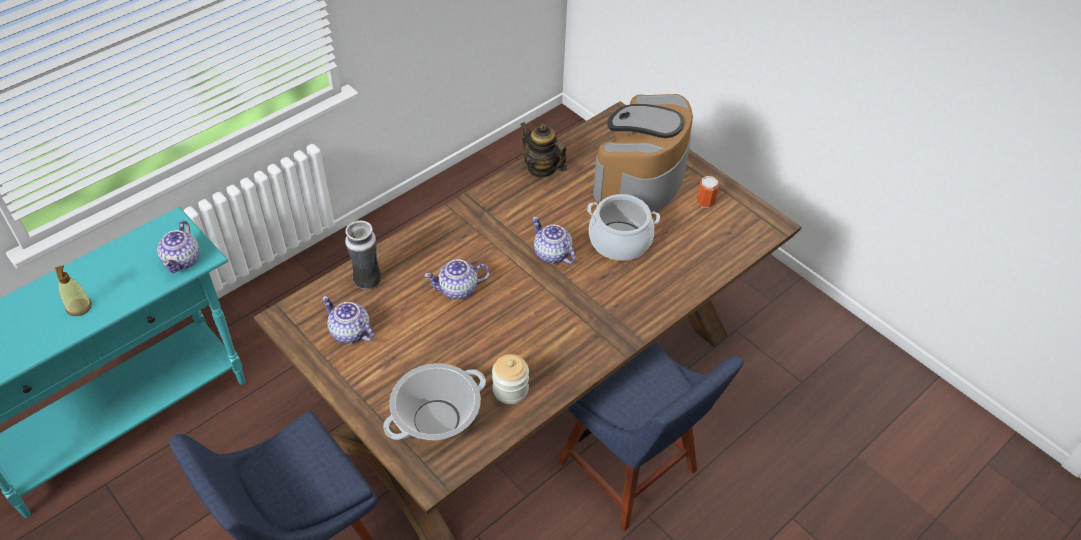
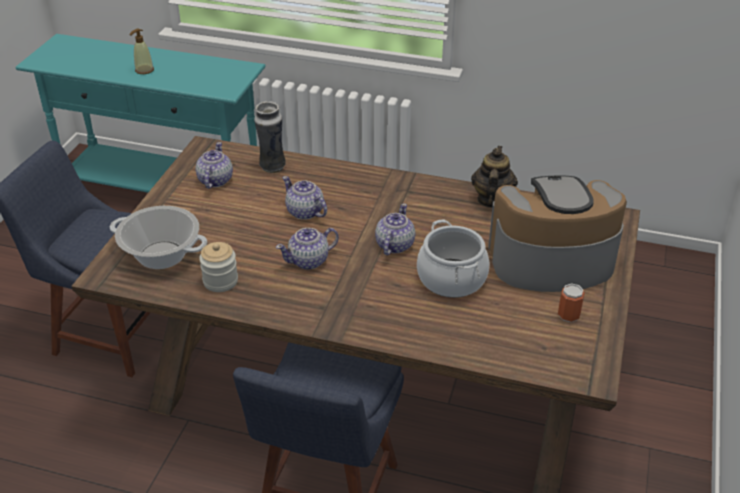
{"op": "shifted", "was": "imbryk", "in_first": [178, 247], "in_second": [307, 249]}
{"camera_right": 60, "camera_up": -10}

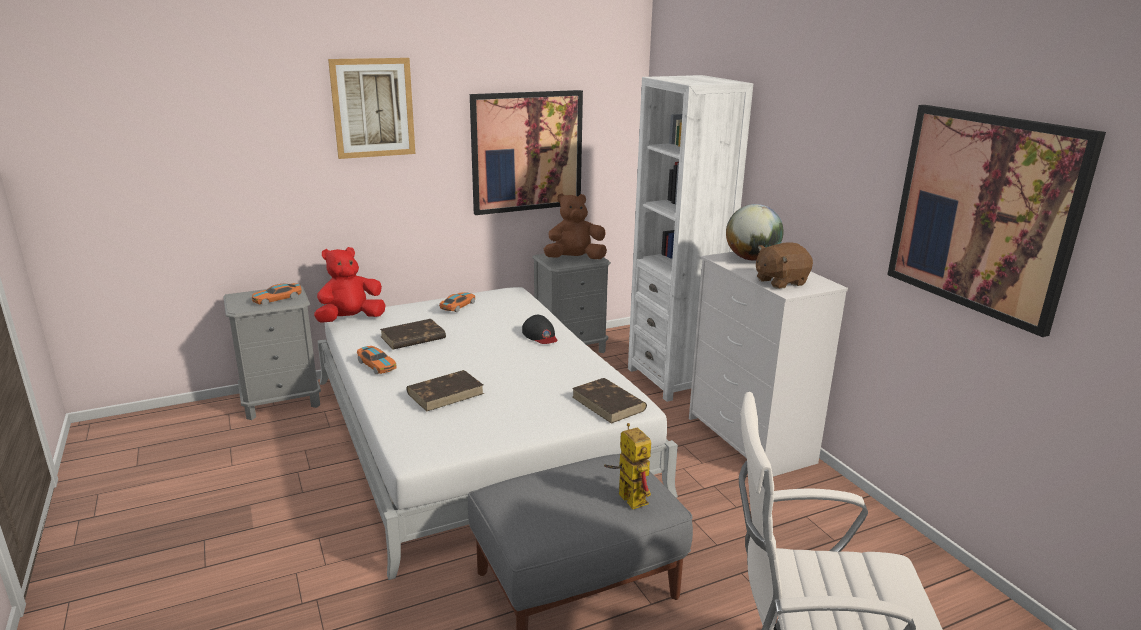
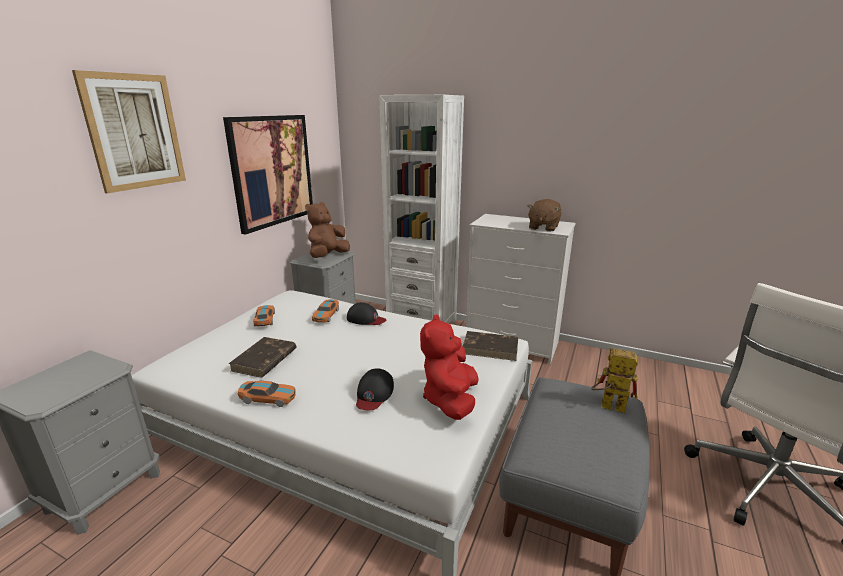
{"op": "gone", "was": "globus", "in_first": [755, 232]}
{"op": "gone", "was": "obraz", "in_first": [996, 221]}
{"op": "shifted", "was": "samochodzik", "in_first": [277, 294], "in_second": [325, 310]}
{"op": "shifted", "was": "pluszak/czerwony", "in_first": [350, 285], "in_second": [449, 367]}
{"op": "swapped", "was": "książka/brązowy", "now": "czapka z daszkiem/czarny", "in_first": [445, 390], "in_second": [375, 389]}
{"camera_right": -40, "camera_up": 0}

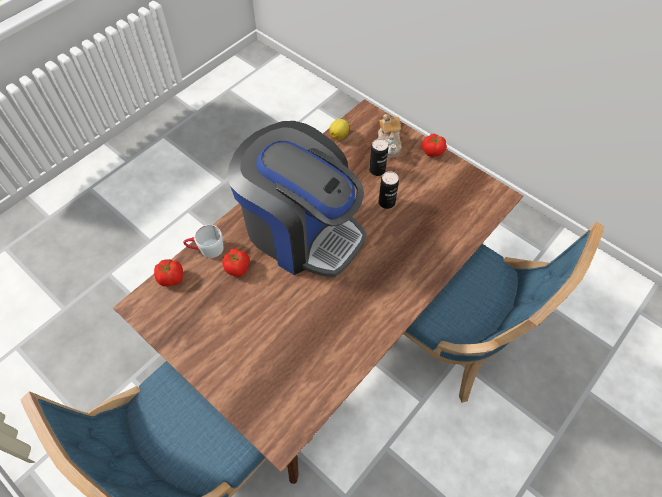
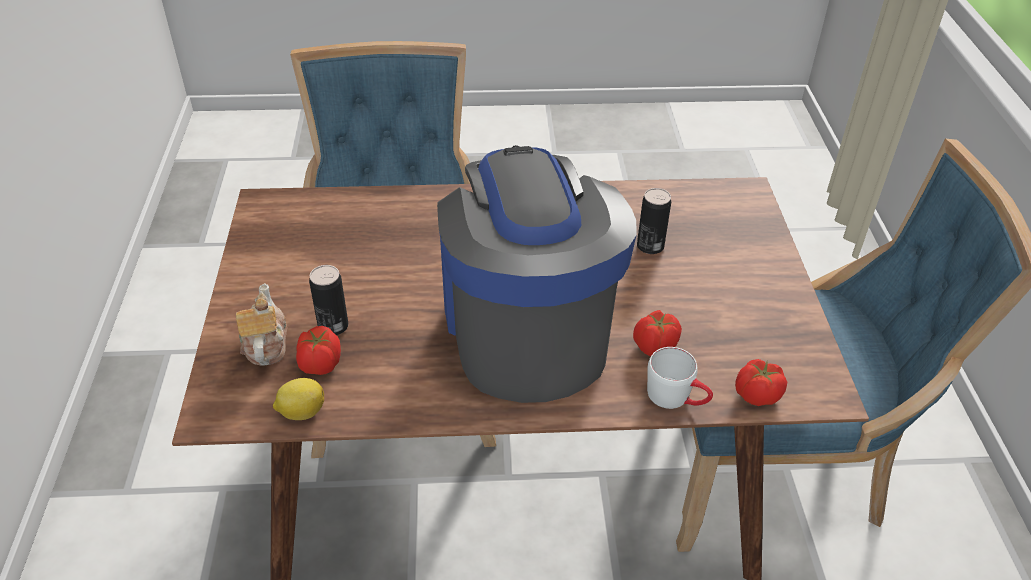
{"op": "shifted", "was": "puszka", "in_first": [388, 190], "in_second": [654, 221]}
{"op": "shifted", "was": "pomidor", "in_first": [434, 145], "in_second": [318, 350]}
{"op": "rotated", "was": "imbryk", "in_first": [390, 136], "in_second": [261, 324], "clockwise": -45}
{"camera_right": -135, "camera_up": -15}

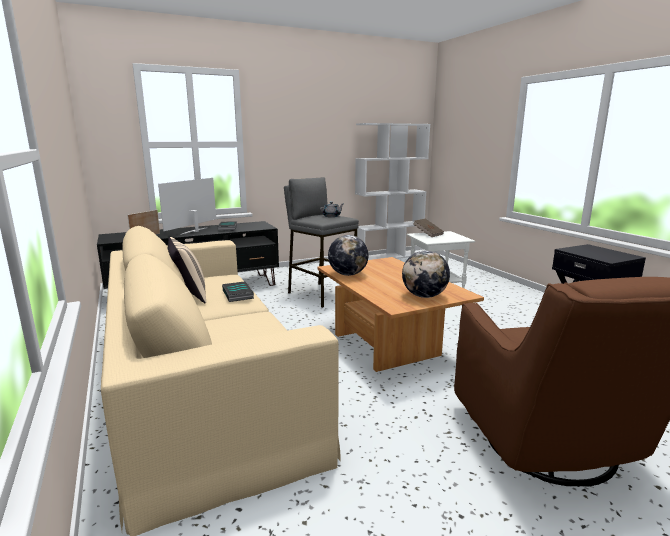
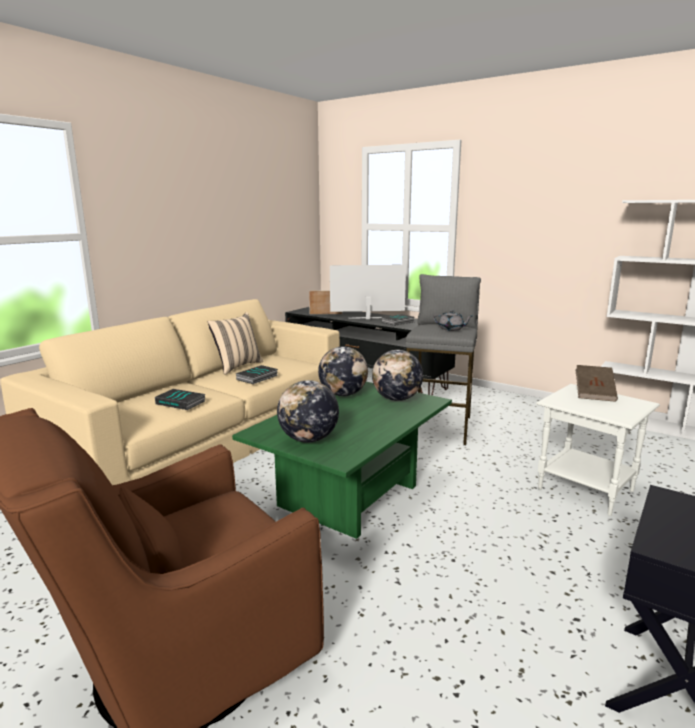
{"op": "new", "now": "książka", "in_second": [180, 399]}
{"op": "new", "now": "globus", "in_second": [397, 375]}
{"op": "repainted", "was": "ława/brązowy", "now": "ława/zielony", "in_first": [400, 314], "in_second": [342, 460]}
{"camera_right": 60, "camera_up": 0}

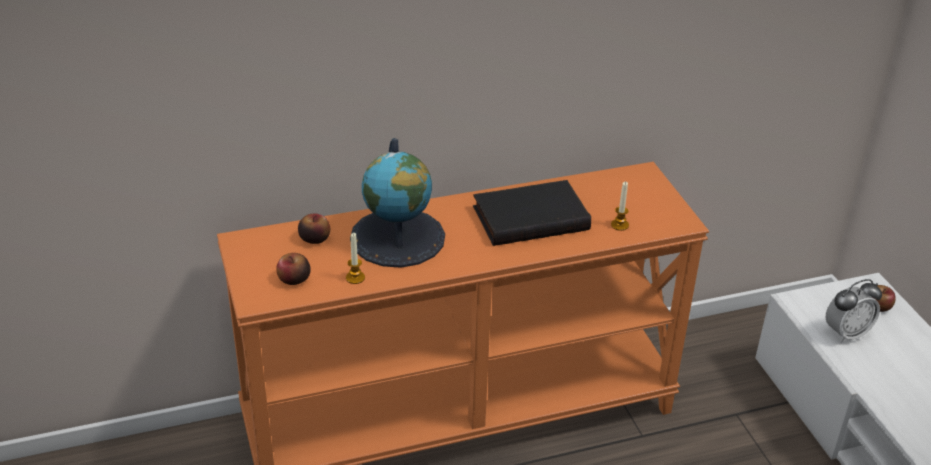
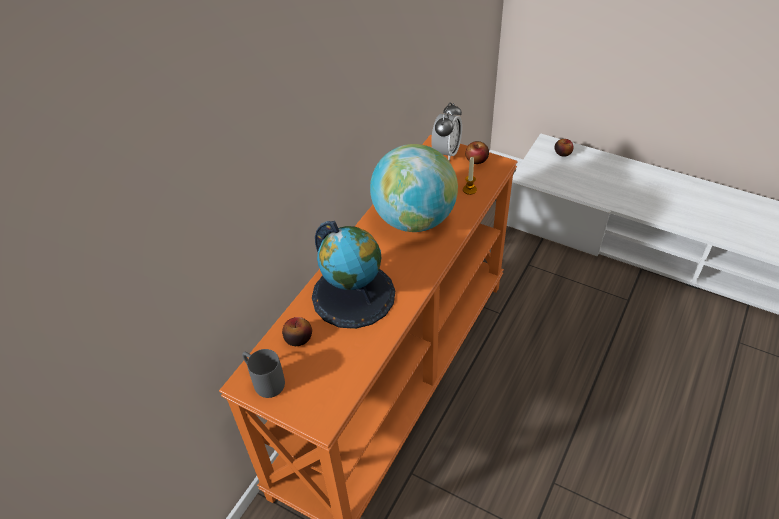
{"op": "gone", "was": "świeca", "in_first": [355, 258]}
{"op": "new", "now": "kubek/szary", "in_second": [263, 373]}
{"op": "shifted", "was": "jabłko", "in_first": [293, 269], "in_second": [477, 152]}
{"op": "shifted", "was": "budzik", "in_first": [854, 311], "in_second": [446, 131]}
{"op": "swapped", "was": "książka/czarny", "now": "globus", "in_first": [532, 213], "in_second": [414, 188]}
{"camera_right": -40, "camera_up": 10}

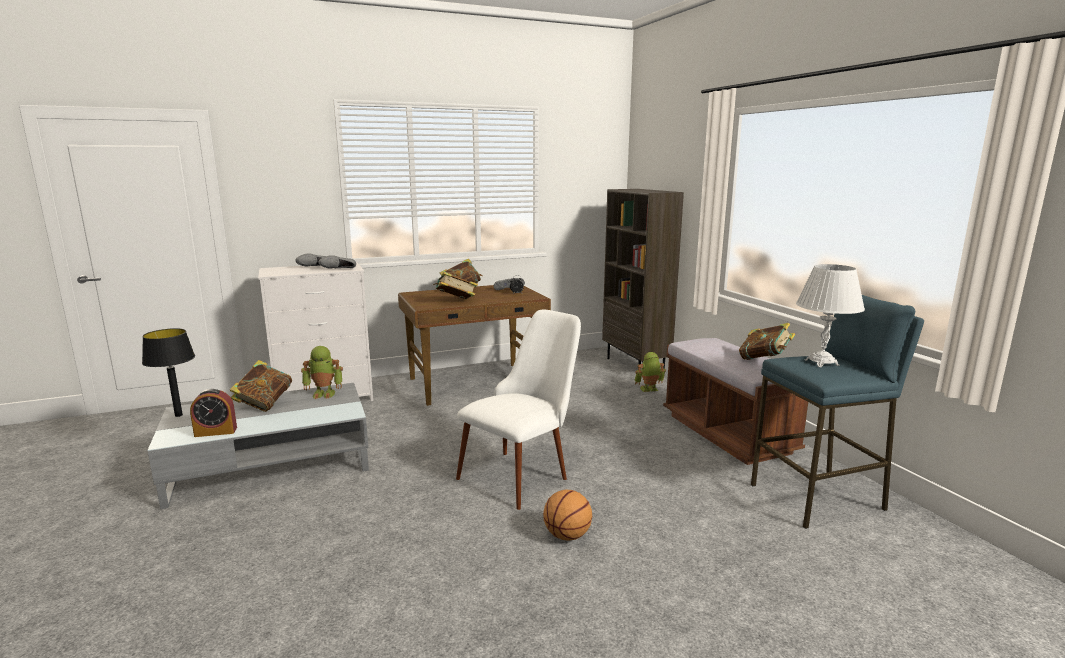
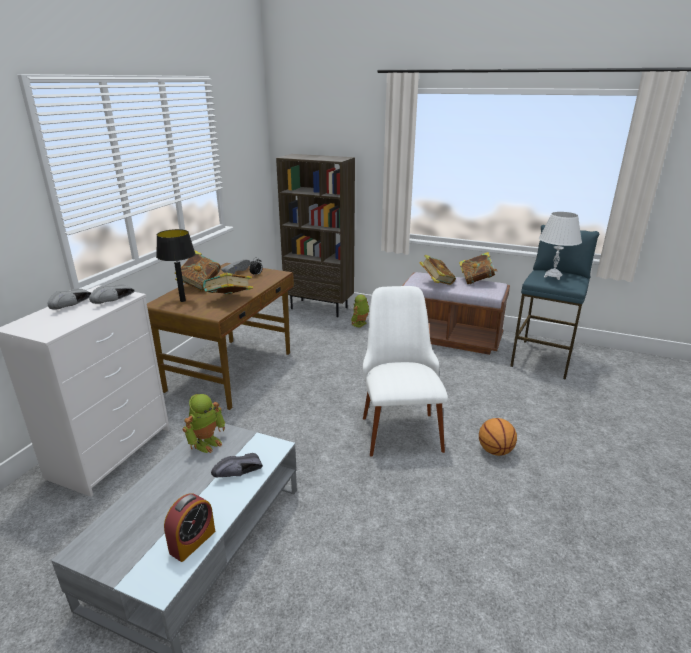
{"op": "new", "now": "but/czarny", "in_second": [237, 465]}
{"op": "shifted", "was": "lampa stołowa/czarny", "in_first": [168, 372], "in_second": [176, 265]}
{"op": "shifted", "was": "książka", "in_first": [261, 386], "in_second": [437, 270]}
{"camera_right": -45, "camera_up": 10}

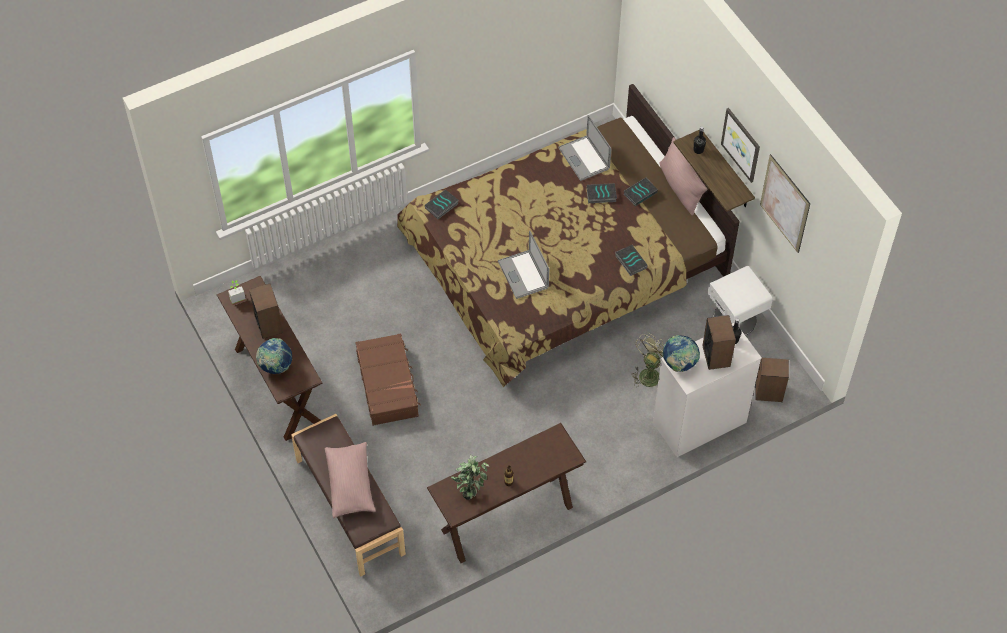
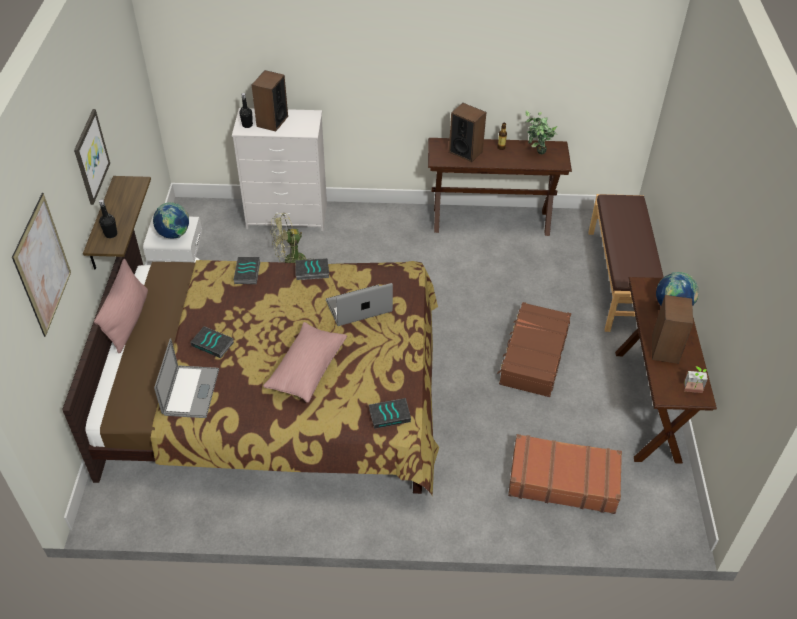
{"op": "new", "now": "walizka/brązowy", "in_second": [565, 474]}
{"op": "shifted", "was": "poduszka/różowy", "in_first": [350, 480], "in_second": [305, 362]}
{"op": "shifted", "was": "książka", "in_first": [641, 191], "in_second": [312, 269]}
{"op": "shifted", "was": "globus", "in_first": [681, 353], "in_second": [171, 220]}
{"op": "shifted", "was": "głośnik", "in_first": [772, 380], "in_second": [467, 132]}
{"op": "shifted", "was": "obraz", "in_first": [785, 203], "in_second": [41, 265]}
{"op": "rotated", "was": "laptop", "in_first": [523, 265], "in_second": [359, 304], "clockwise": -120}
{"camera_right": -150, "camera_up": -10}

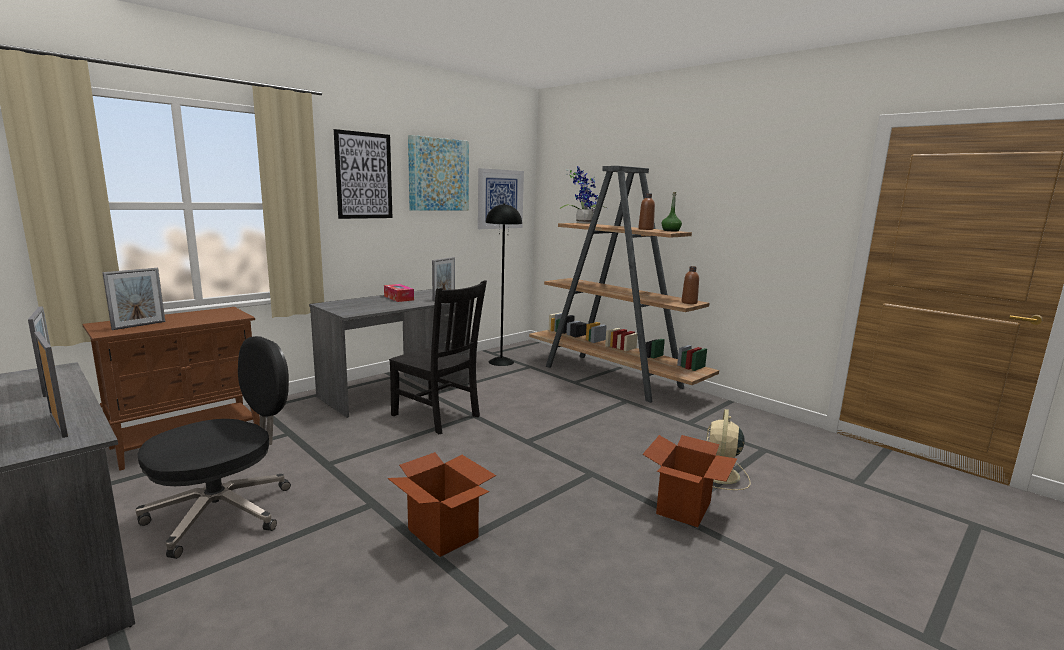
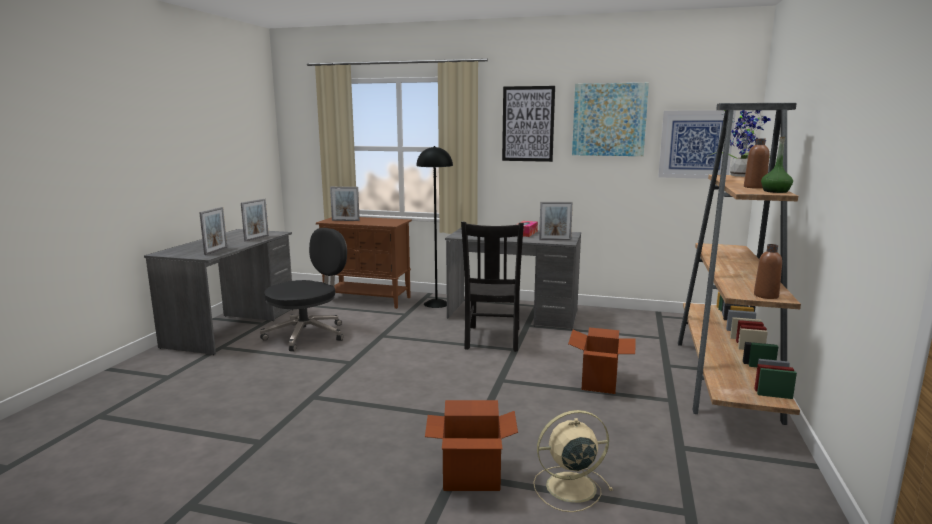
{"op": "shifted", "was": "karton", "in_first": [441, 504], "in_second": [602, 360]}
{"op": "shifted", "was": "lampa stojąca/czarny", "in_first": [504, 284], "in_second": [434, 227]}
{"op": "rotated", "was": "krzesło biurowe/czarny", "in_first": [213, 447], "in_second": [303, 289], "clockwise": -60}
{"camera_right": 60, "camera_up": 0}

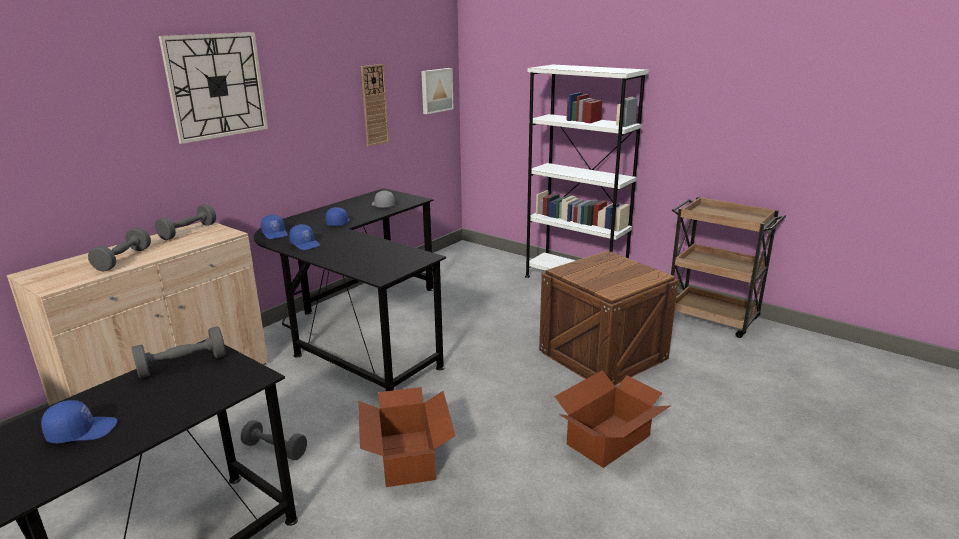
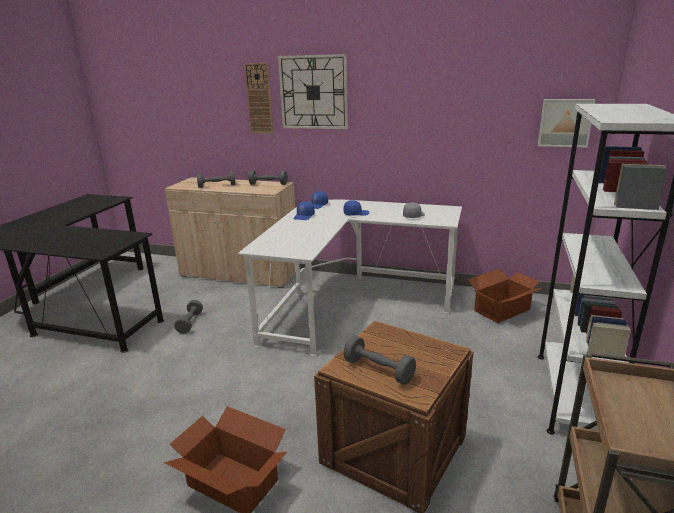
{"op": "gone", "was": "czapka z daszkiem/niebieski", "in_first": [79, 421]}
{"op": "shifted", "was": "hantel/szary", "in_first": [179, 352], "in_second": [380, 360]}
{"op": "shifted", "was": "karton", "in_first": [406, 437], "in_second": [506, 295]}
{"op": "shifted", "was": "zegar ścienny", "in_first": [375, 105], "in_second": [259, 98]}
{"op": "repainted", "was": "biurko/czarny", "now": "biurko/biały", "in_first": [350, 289], "in_second": [350, 277]}
{"camera_right": 70, "camera_up": 0}

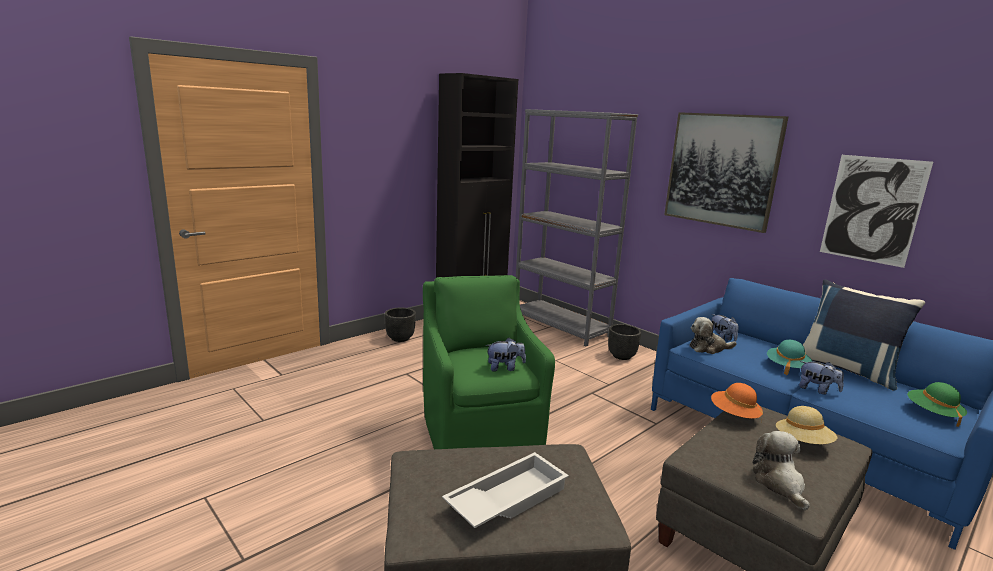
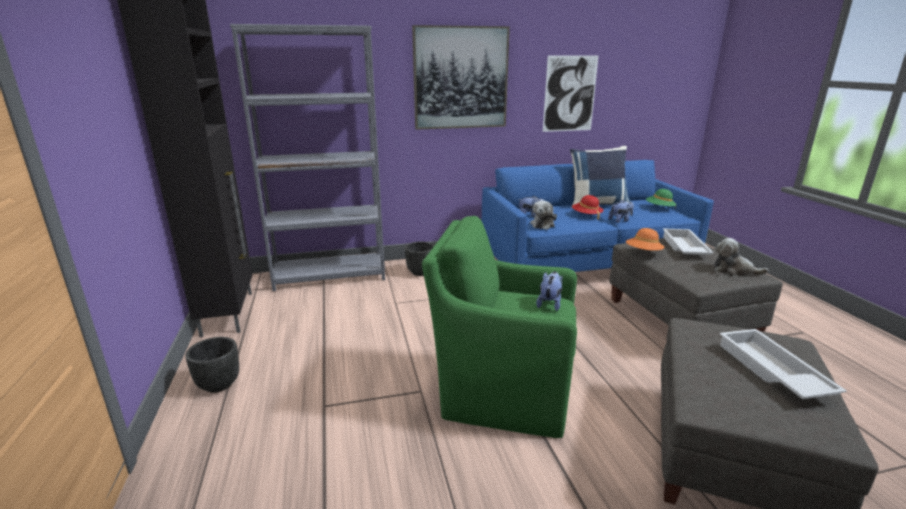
{"op": "swapped", "was": "kapelusz/beżowy", "now": "taca/biały", "in_first": [806, 425], "in_second": [688, 241]}
{"op": "repainted", "was": "kapelusz/turkusowy", "now": "kapelusz/czerwony", "in_first": [789, 357], "in_second": [587, 207]}
{"camera_right": -60, "camera_up": 5}

